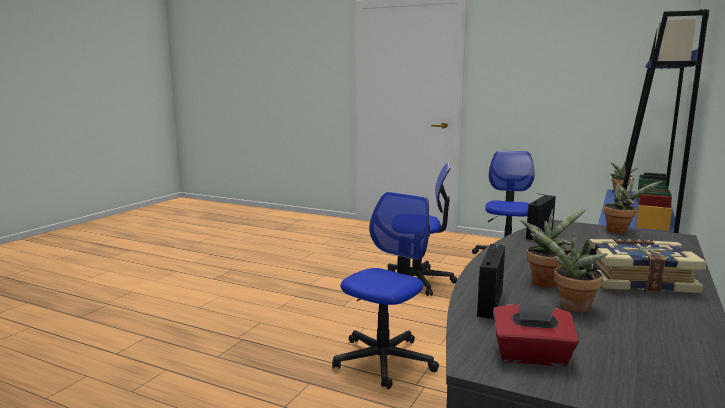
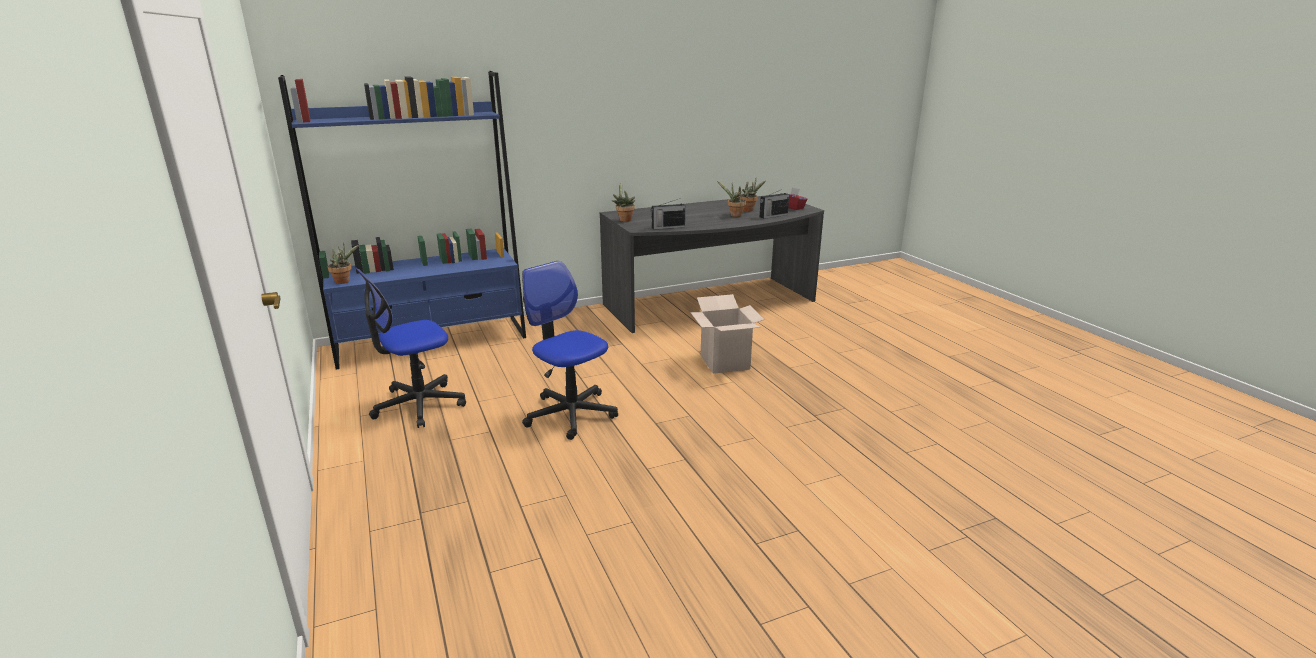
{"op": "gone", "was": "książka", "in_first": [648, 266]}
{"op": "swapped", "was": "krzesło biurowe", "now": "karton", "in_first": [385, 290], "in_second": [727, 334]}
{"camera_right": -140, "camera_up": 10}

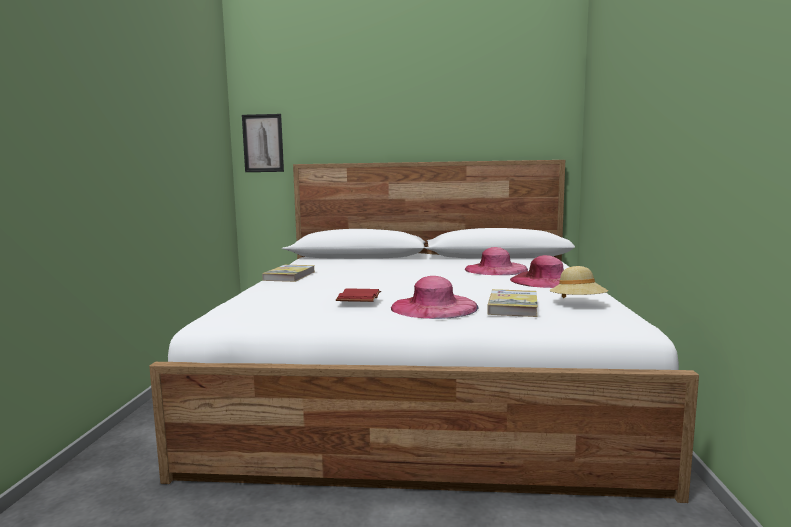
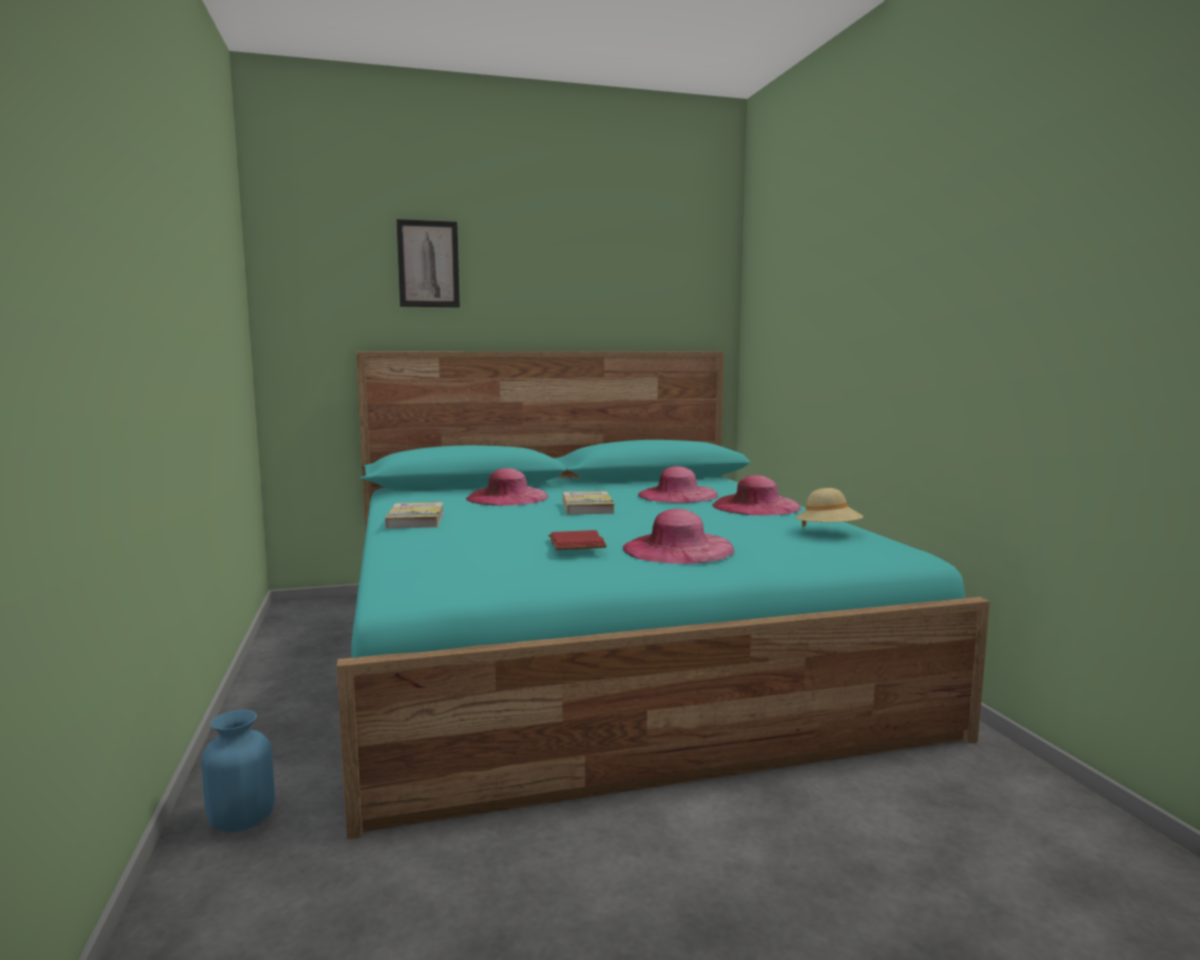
{"op": "new", "now": "wazon/niebieski", "in_second": [238, 771]}
{"op": "new", "now": "kapelusz/różowy", "in_second": [507, 487]}
{"op": "shifted", "was": "obraz", "in_first": [263, 143], "in_second": [428, 263]}
{"op": "shifted", "was": "książka", "in_first": [512, 303], "in_second": [589, 503]}
{"op": "repainted", "was": "łóżko/biały", "now": "łóżko/turkusowy", "in_first": [424, 331], "in_second": [663, 595]}
{"camera_right": -20, "camera_up": 0}

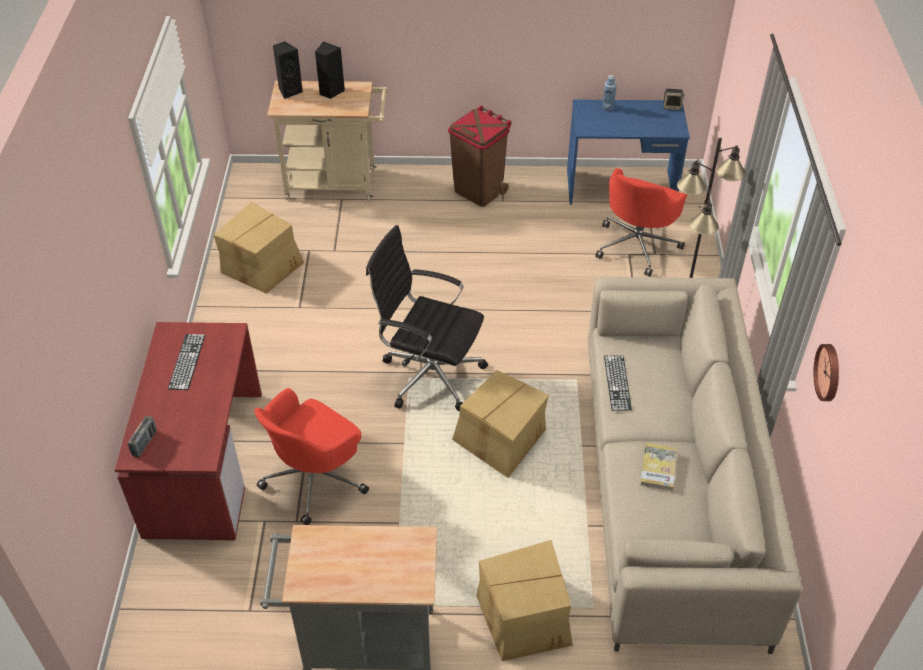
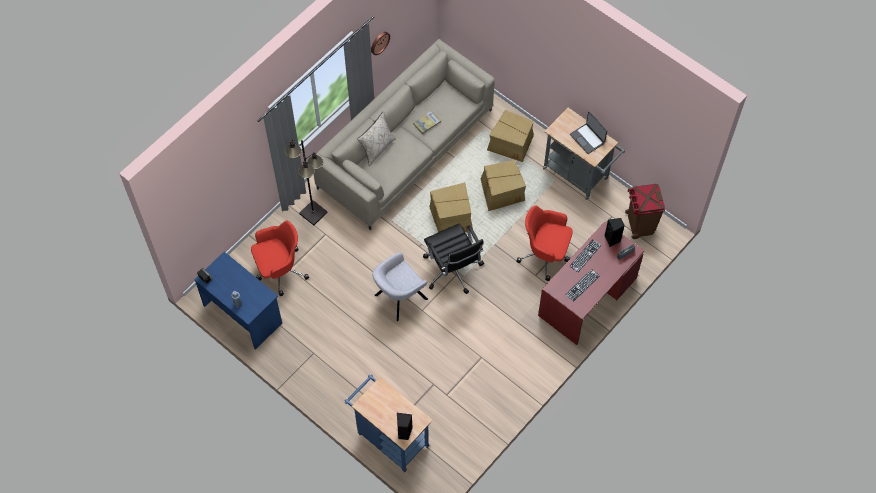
{"op": "new", "now": "poduszka/beżowy", "in_second": [376, 138]}
{"op": "new", "now": "fotel/szary", "in_second": [400, 286]}
{"op": "new", "now": "laptop", "in_second": [588, 132]}
{"op": "shifted", "was": "karton", "in_first": [259, 248], "in_second": [503, 185]}
{"op": "shifted", "was": "głośnik/czarny", "in_first": [330, 70], "in_second": [615, 232]}
{"op": "shifted", "was": "kosz na śmieci/brązowy", "in_first": [480, 156], "in_second": [645, 211]}
{"op": "shifted", "was": "klawiatura", "in_first": [618, 383], "in_second": [585, 255]}
{"op": "repainted", "was": "wózek/beżowy", "now": "wózek/niebieski", "in_first": [327, 141], "in_second": [388, 423]}
{"op": "rotated", "was": "krzesło biurowe/czerwony", "in_first": [311, 456], "in_second": [544, 243], "clockwise": -150}
{"camera_right": -140, "camera_up": 15}

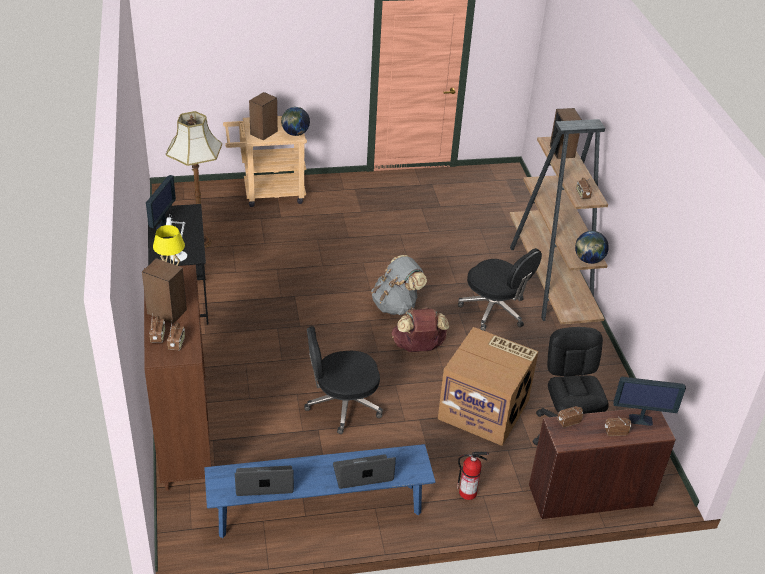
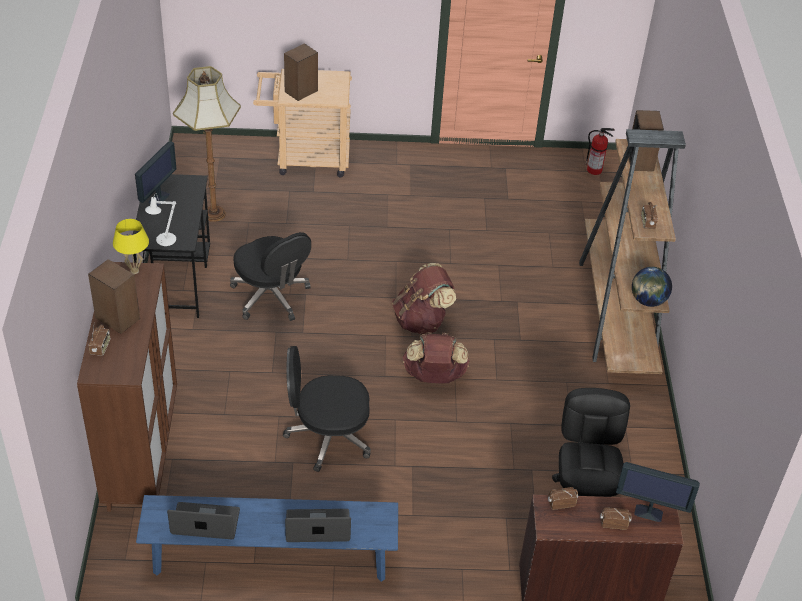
{"op": "gone", "was": "radio", "in_first": [176, 335]}
{"op": "gone", "was": "globus", "in_first": [295, 121]}
{"op": "gone", "was": "karton", "in_first": [488, 386]}
{"op": "shifted", "was": "gaśnica", "in_first": [473, 476], "in_second": [600, 151]}
{"op": "shifted", "was": "krzesło biurowe/czarny", "in_first": [500, 289], "in_second": [270, 276]}
{"op": "repainted", "was": "plecak/szary", "now": "plecak/brązowy", "in_first": [399, 285], "in_second": [424, 299]}
{"camera_right": 10, "camera_up": 5}

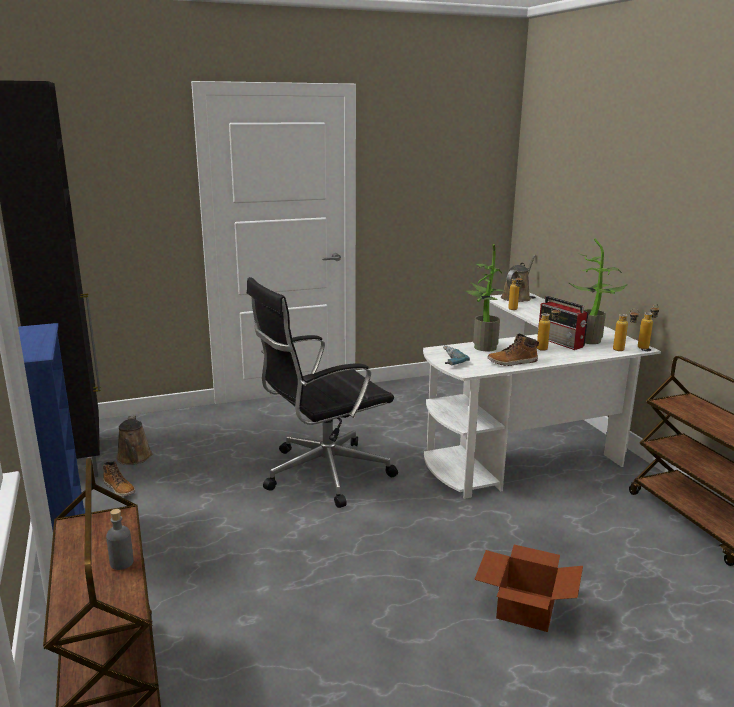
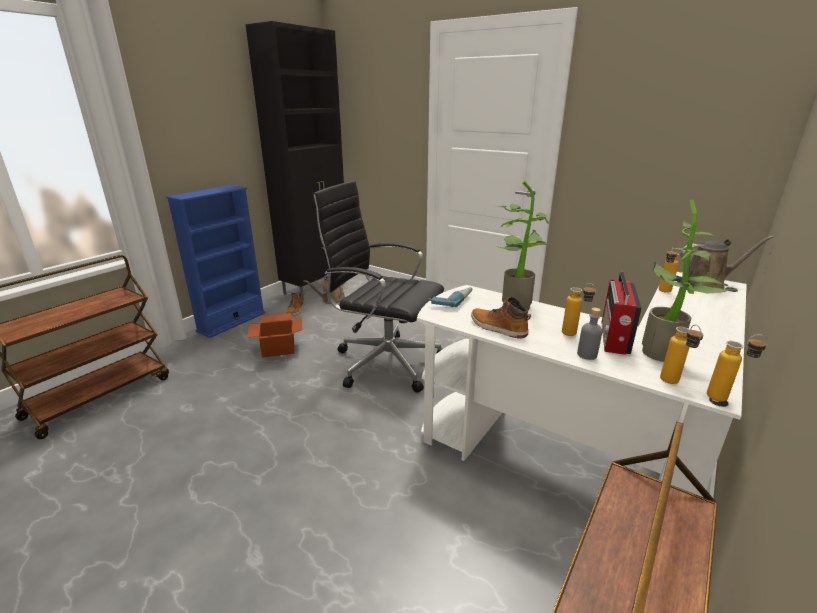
{"op": "shifted", "was": "butelka/szary", "in_first": [120, 539], "in_second": [590, 334]}
{"op": "shifted", "was": "karton", "in_first": [528, 588], "in_second": [274, 335]}
{"camera_right": 55, "camera_up": 5}

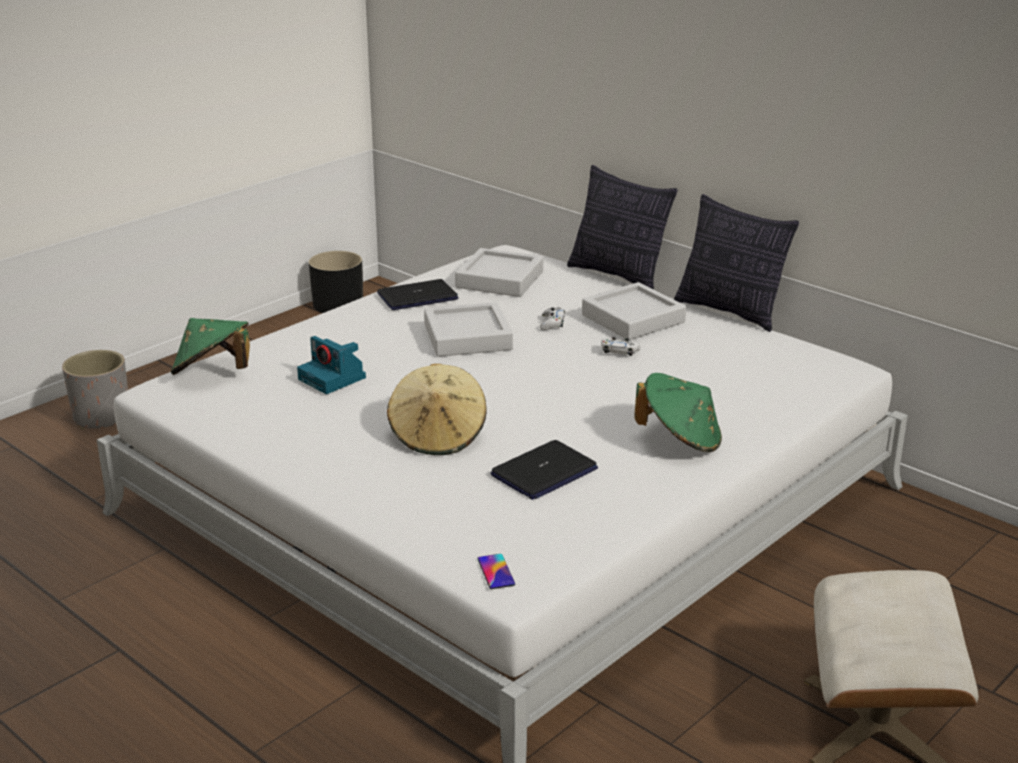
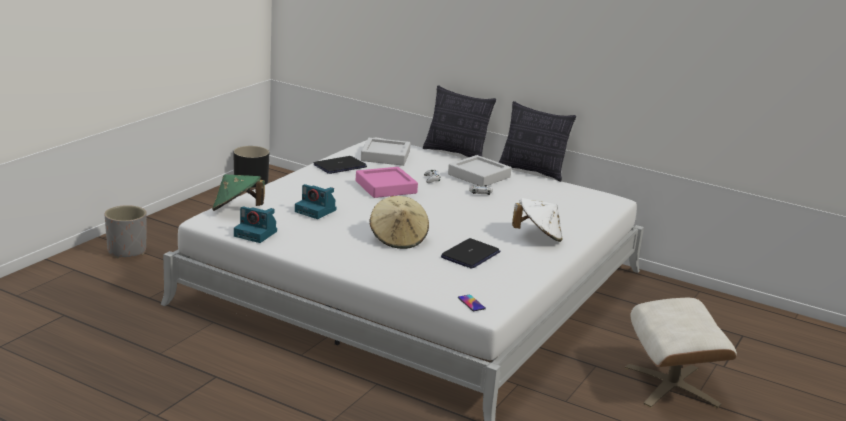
{"op": "new", "now": "aparat fotograficzny", "in_second": [255, 224]}
{"op": "repainted", "was": "taca/szary", "now": "taca/różowy", "in_first": [468, 329], "in_second": [387, 182]}
{"op": "repainted", "was": "kapelusz/zielony", "now": "kapelusz/biały", "in_first": [678, 412], "in_second": [537, 220]}
{"camera_right": -15, "camera_up": -5}

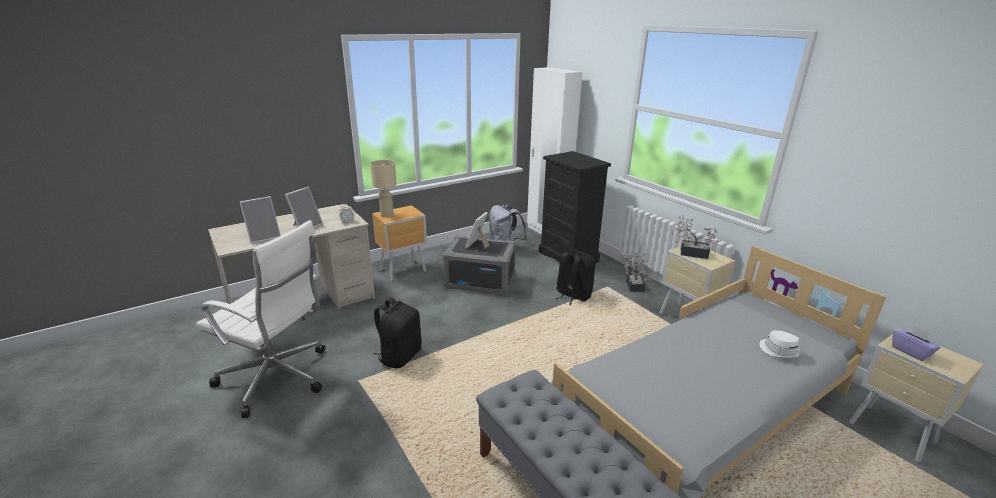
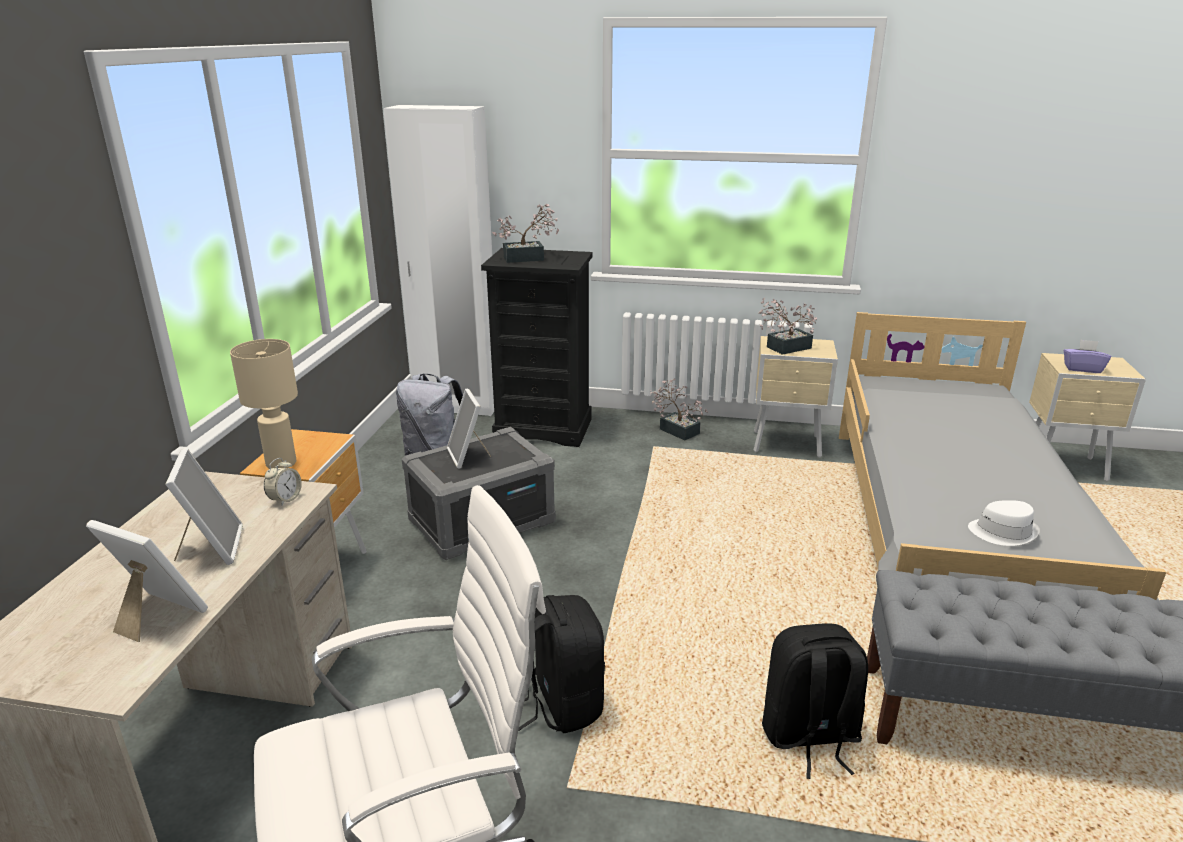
{"op": "new", "now": "roślina doniczkowa", "in_second": [525, 233]}
{"op": "shifted", "was": "plecak/czarny", "in_first": [575, 277], "in_second": [815, 701]}
{"op": "shifted", "was": "kapelusz/biały", "in_first": [780, 344], "in_second": [1004, 523]}
{"op": "rotated", "was": "ramka na zdjęcie", "in_first": [260, 220], "in_second": [147, 581], "clockwise": -75}
{"camera_right": -45, "camera_up": 0}

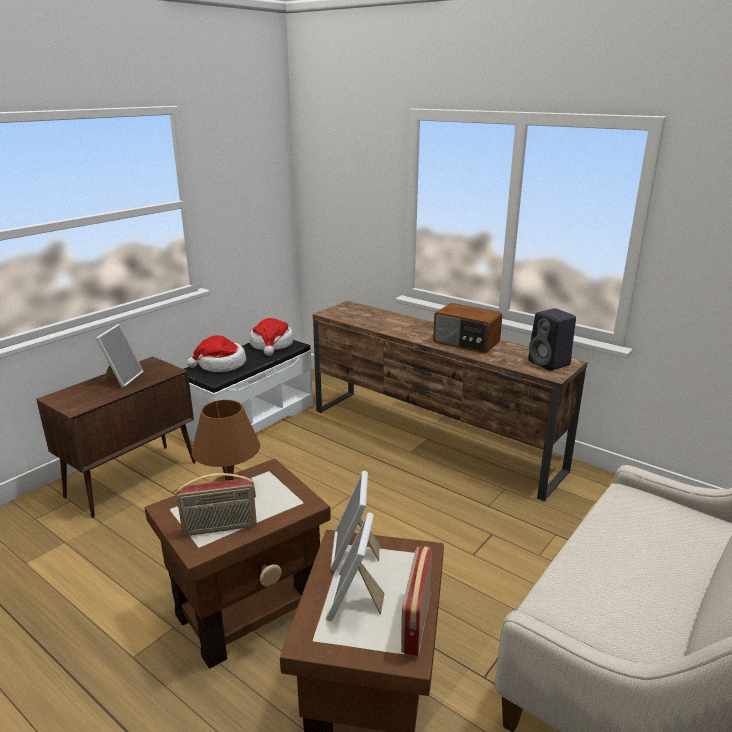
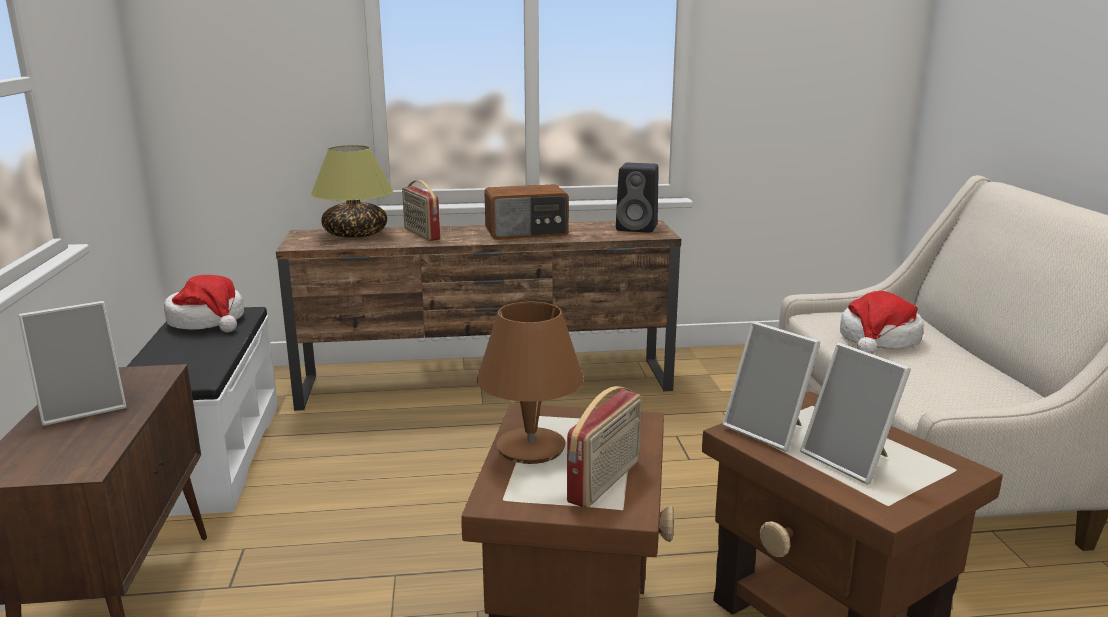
{"op": "new", "now": "lampa stołowa", "in_second": [352, 191]}
{"op": "shifted", "was": "kapelusz", "in_first": [216, 353], "in_second": [882, 322]}
{"op": "shifted", "was": "radio", "in_first": [417, 601], "in_second": [421, 210]}
{"op": "rotated", "was": "ramka na zdjęcie", "in_first": [120, 356], "in_second": [72, 363], "clockwise": 90}
{"camera_right": -45, "camera_up": -5}

